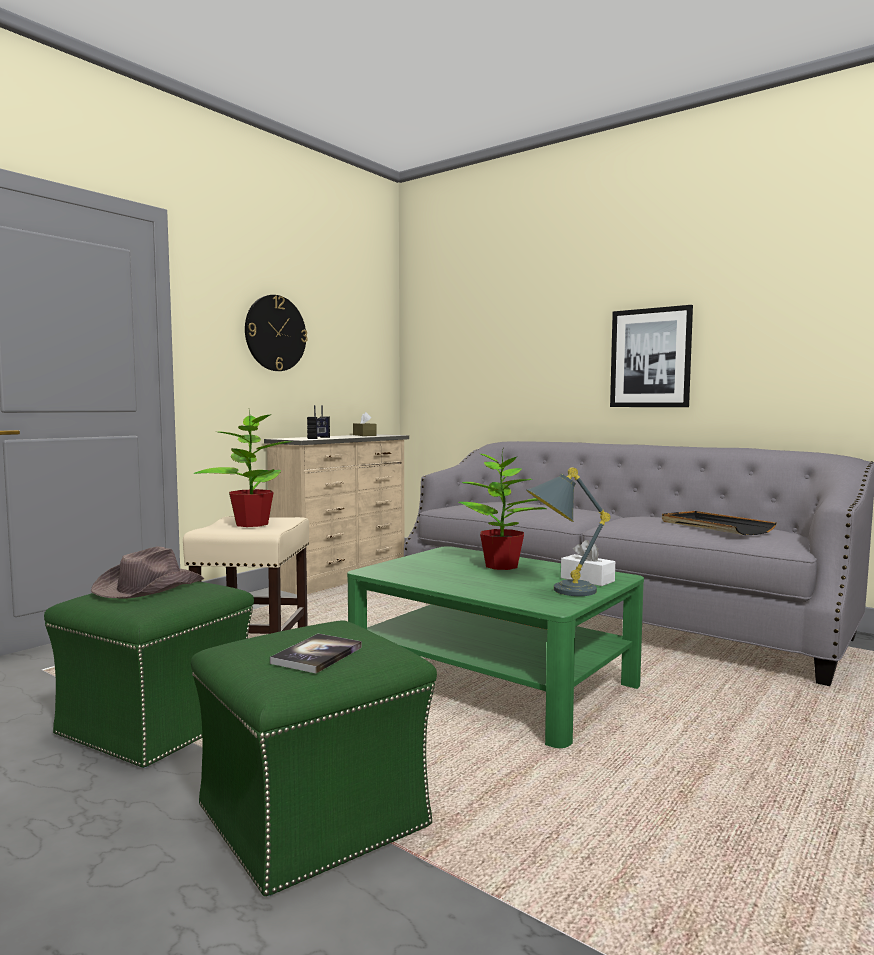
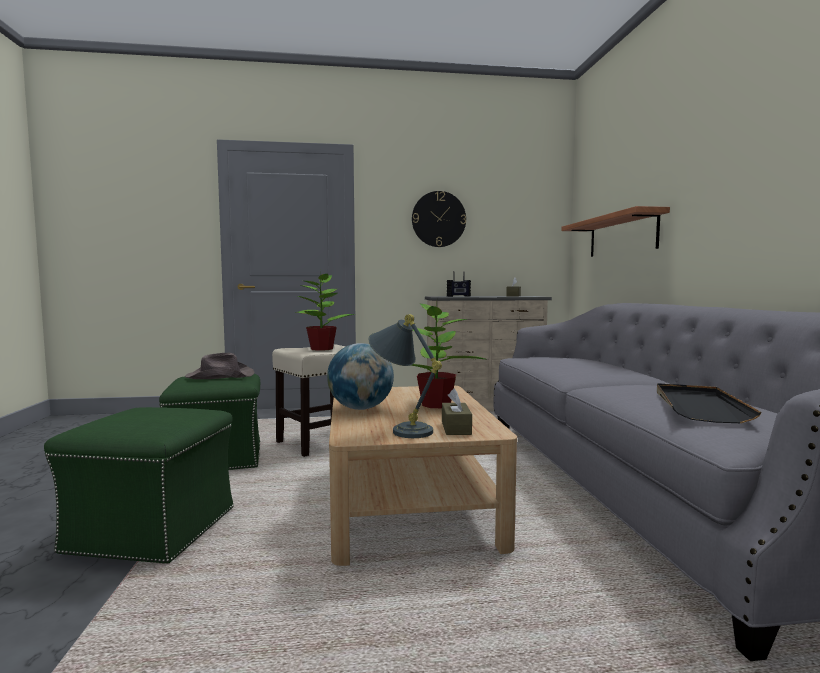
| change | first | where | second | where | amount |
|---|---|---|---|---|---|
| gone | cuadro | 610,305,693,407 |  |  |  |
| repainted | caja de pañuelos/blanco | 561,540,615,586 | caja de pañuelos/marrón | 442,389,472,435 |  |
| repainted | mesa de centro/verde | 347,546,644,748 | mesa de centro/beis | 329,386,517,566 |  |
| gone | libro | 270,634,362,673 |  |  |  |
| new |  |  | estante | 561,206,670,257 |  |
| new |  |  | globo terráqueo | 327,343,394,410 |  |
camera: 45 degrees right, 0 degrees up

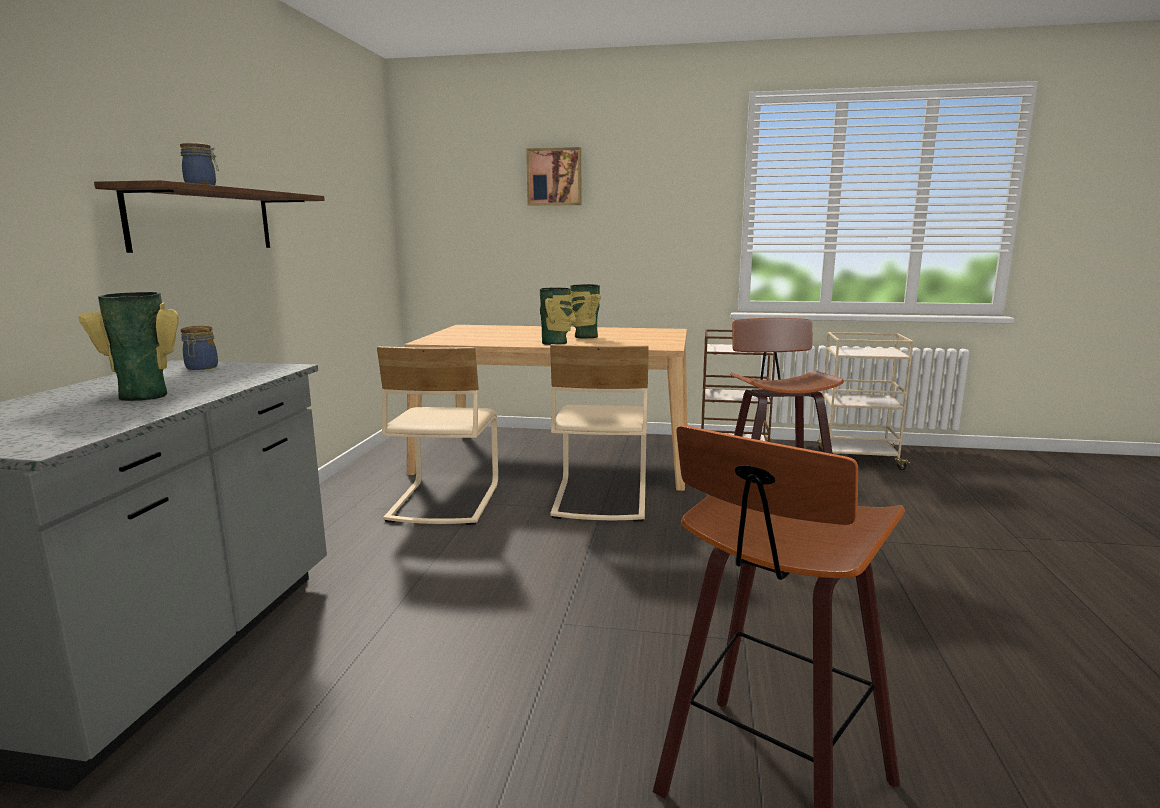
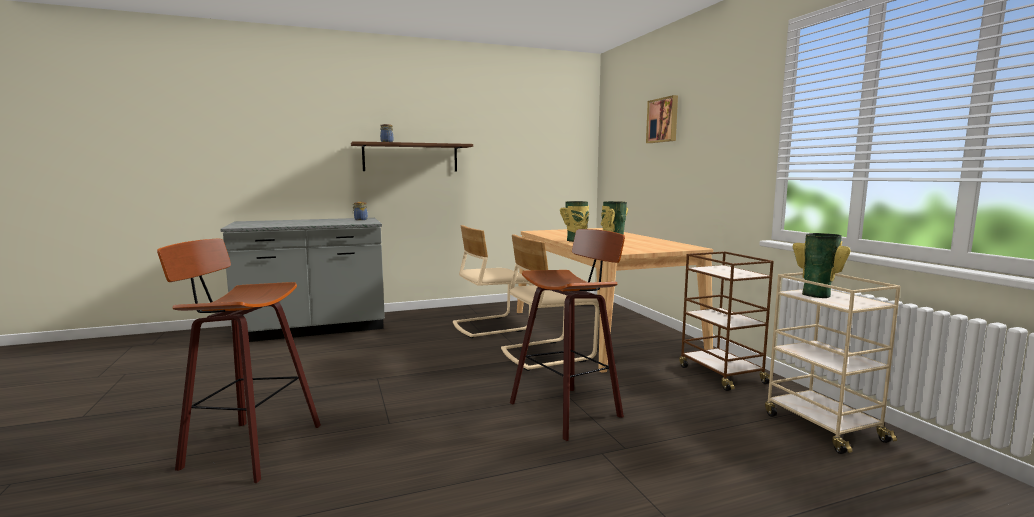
| change | first | where | second | where | amount |
|---|---|---|---|---|---|
| shifted | florero | 79,292,179,401 |  | 793,233,850,298 |  |
camera: 60 degrees right, 5 degrees down

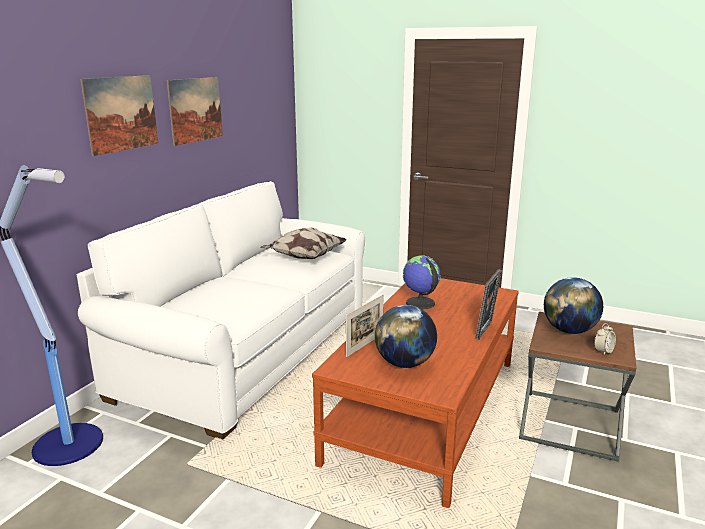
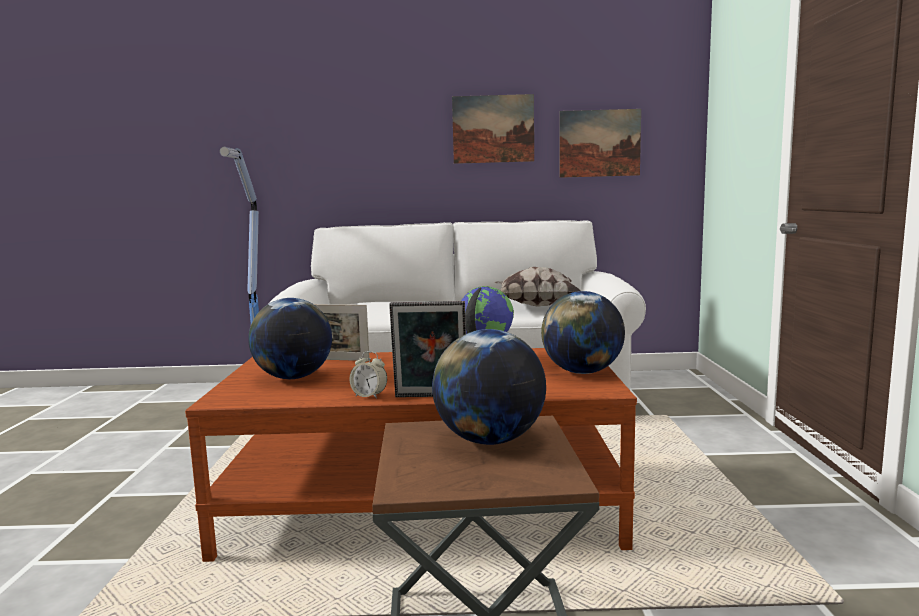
| change | first | where | second | where | amount |
|---|---|---|---|---|---|
| shifted | cuadro | 81,75,158,156 |  | 559,109,641,178 |  |
| shifted | despertador | 594,323,616,355 |  | 349,351,387,399 |  |
| new |  |  | globo terráqueo | 541,291,625,374 |  |
camera: 65 degrees right, 10 degrees down

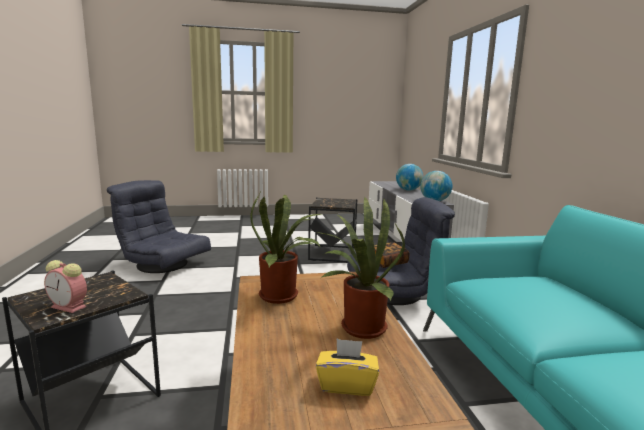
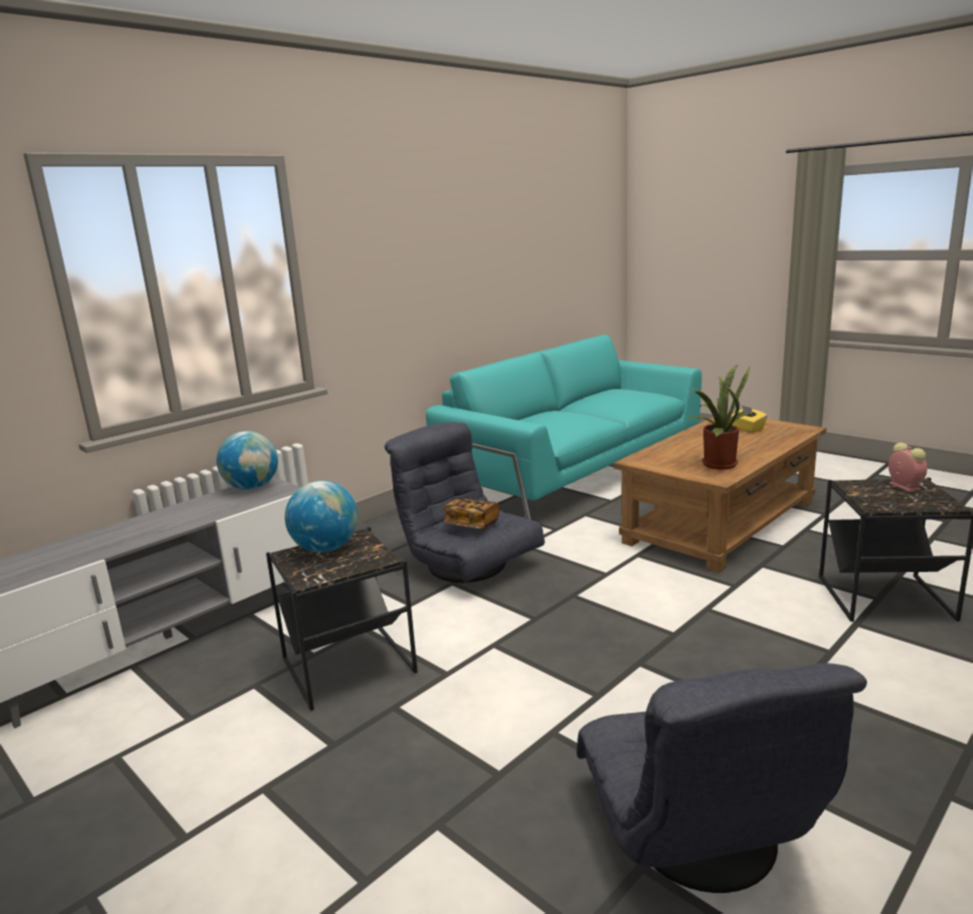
| change | first | where | second | where | amount |
|---|---|---|---|---|---|
| shifted | globo terráqueo | 396,164,423,191 |  | 285,481,358,552 |  |
| gone | planta en maceta | 315,197,405,339 |  |  |  |
camera: 125 degrees left, 5 degrees up

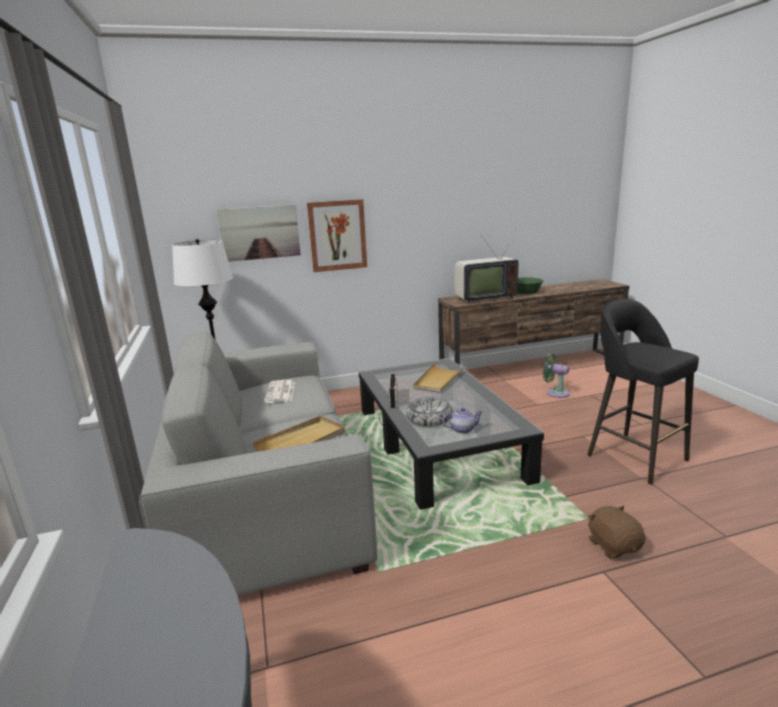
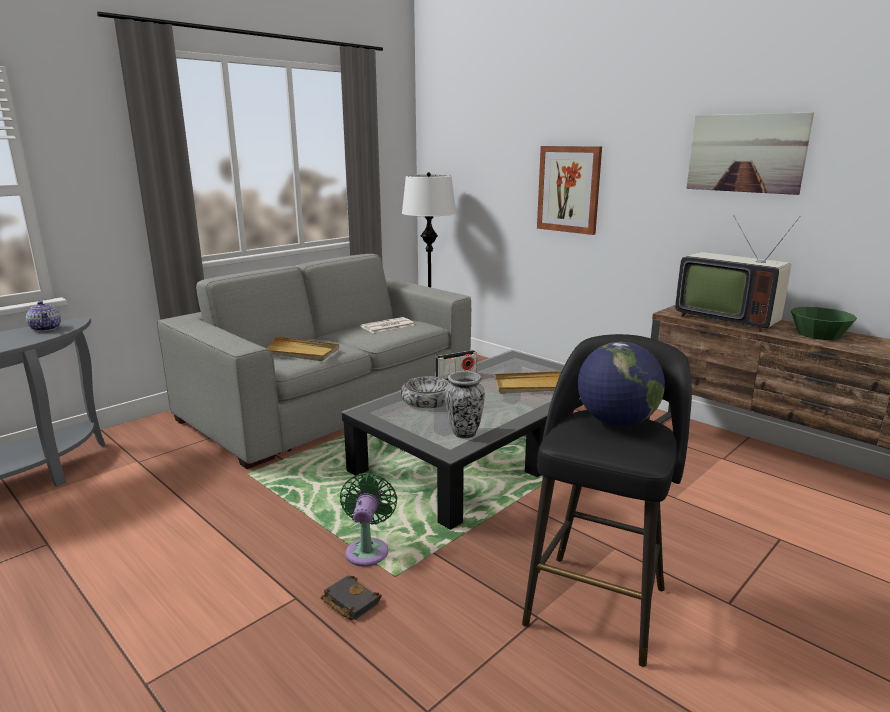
| change | first | where | second | where | amount |
|---|---|---|---|---|---|
| shifted | cuadro | 216,204,301,262 |  | 686,112,814,195 |  |
| shifted | ventilador/verde | 542,354,570,398 |  | 340,473,397,567 |  |
| shifted | tetera | 442,407,483,434 |  | 26,301,61,332 |  |
| swapped | peluche/marrón | 588,505,646,558 | libro/negro | 321,576,382,620 |  |
| new |  |  | globo terráqueo | 578,342,665,426 |  |
| new |  |  | florero | 445,371,485,439 |  |
camera: 60 degrees right, 0 degrees up

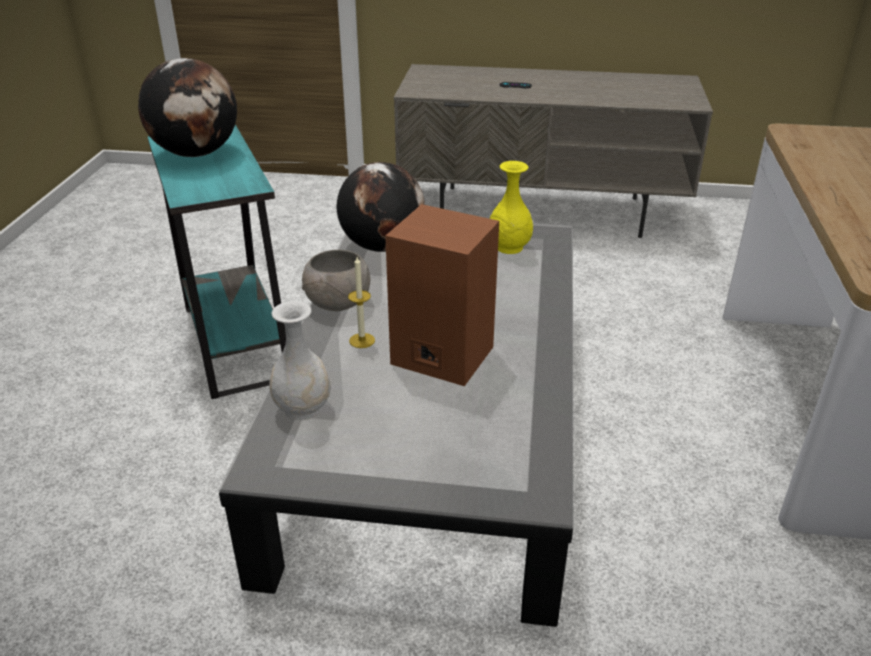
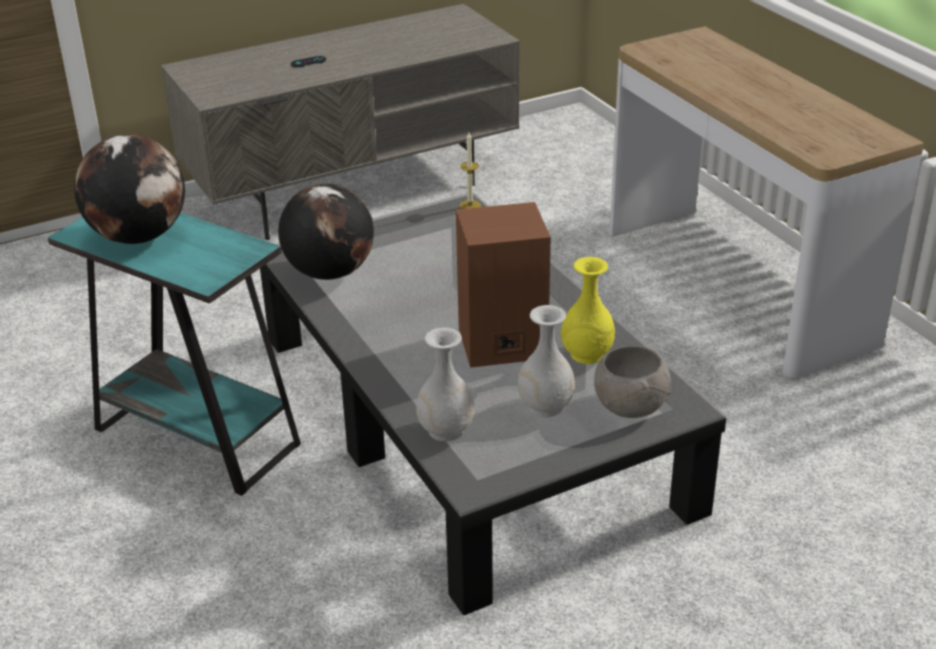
| change | first | where | second | where | amount |
|---|---|---|---|---|---|
| shifted | florero/amarillo | 489,161,533,254 |  | 561,257,615,364 |  |
| shifted | cuenco/gris | 302,250,370,311 |  | 594,346,671,418 |  |
| shifted | vela | 348,257,375,348 |  | 460,132,481,209 |  |
| new |  |  | florero/blanco | 518,305,575,417 |  |
camera: 35 degrees left, 0 degrees up

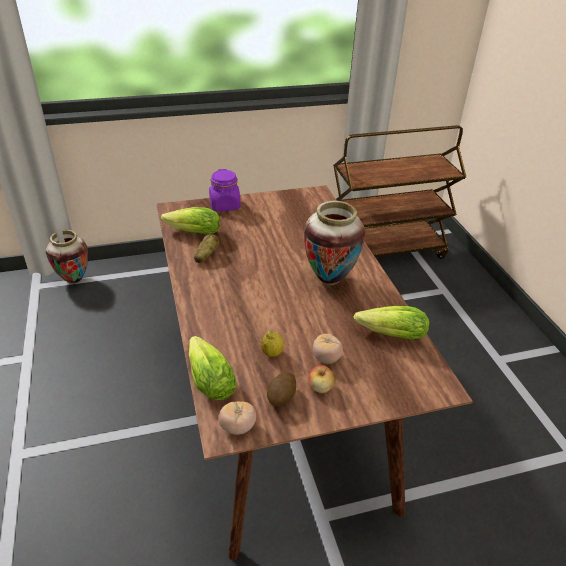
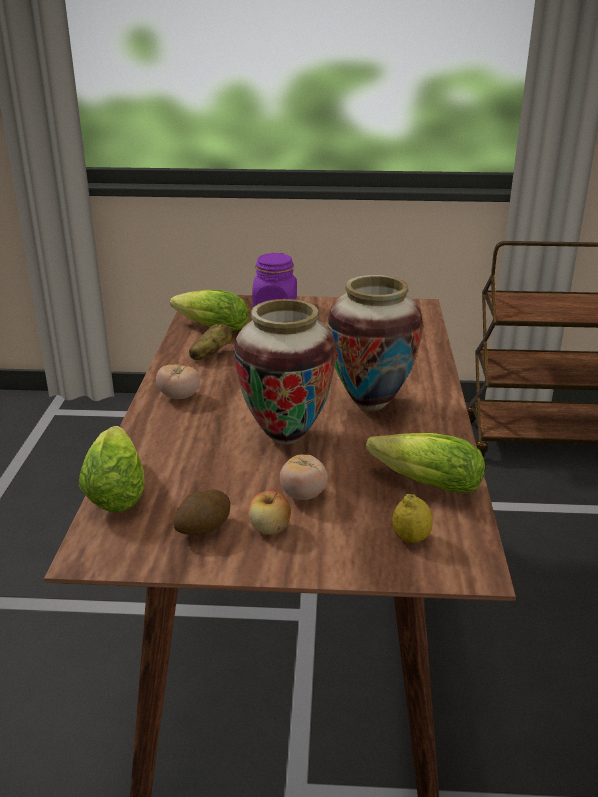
| change | first | where | second | where | amount |
|---|---|---|---|---|---|
| shifted | florero | 46,230,88,284 |  | 233,299,337,444 |  |
| shifted | limón | 261,331,284,357 |  | 392,494,433,543 |  |
| shifted | tomate | 218,401,256,435 |  | 156,364,200,399 |  |
camera: 20 degrees right, 10 degrees down

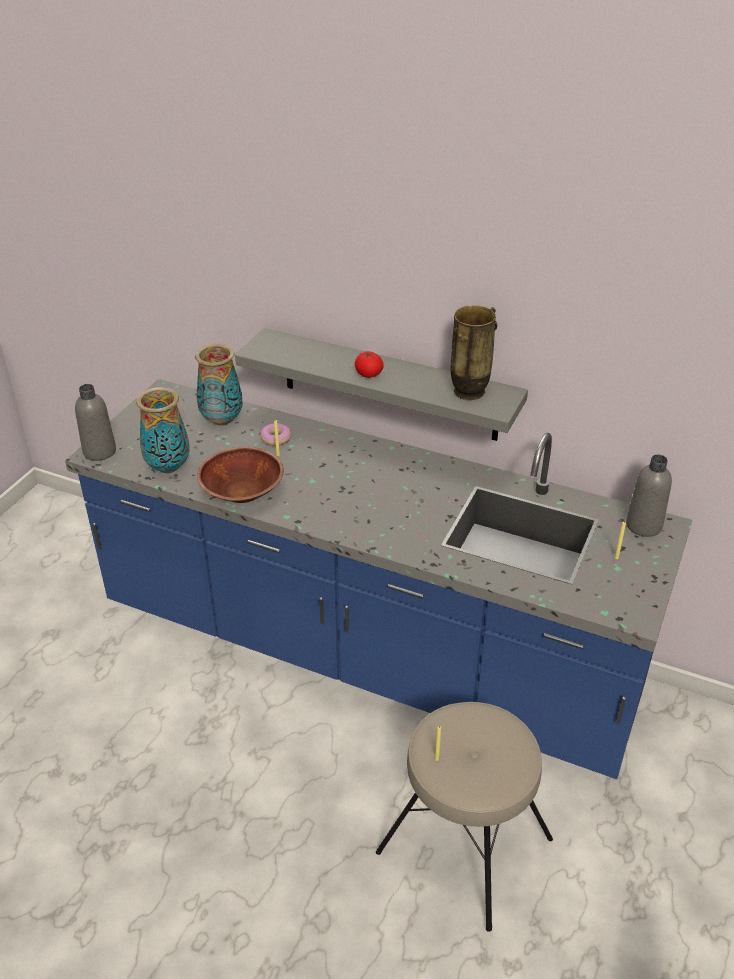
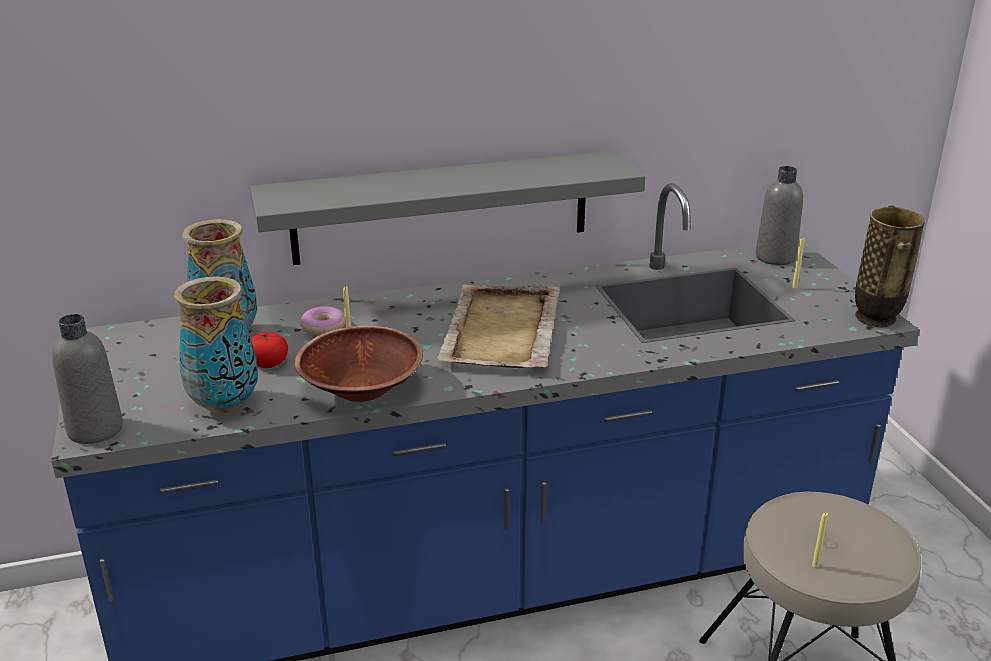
| change | first | where | second | where | amount |
|---|---|---|---|---|---|
| shifted | florero | 451,305,498,400 |  | 855,205,925,327 |  |
| shifted | tomate | 355,351,384,378 |  | 251,332,288,368 |  |
| new |  |  | bandeja/beis | 437,284,560,368 |  |
camera: 40 degrees left, 10 degrees down

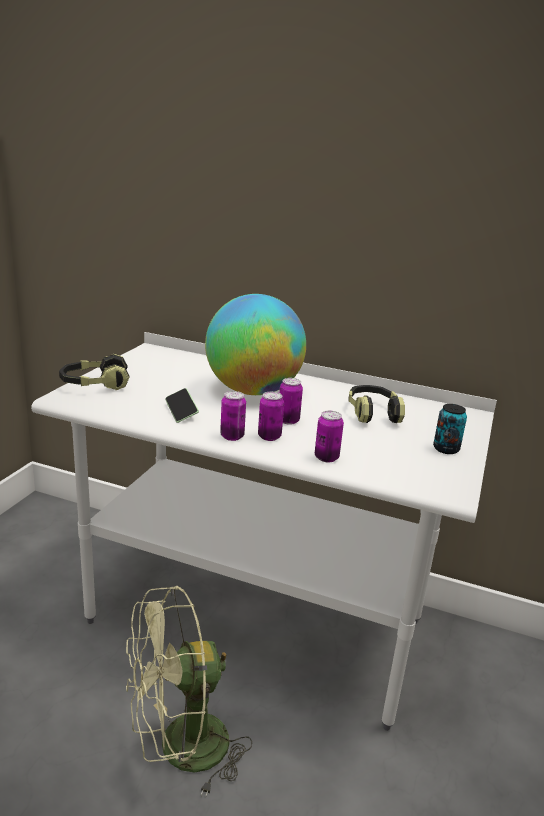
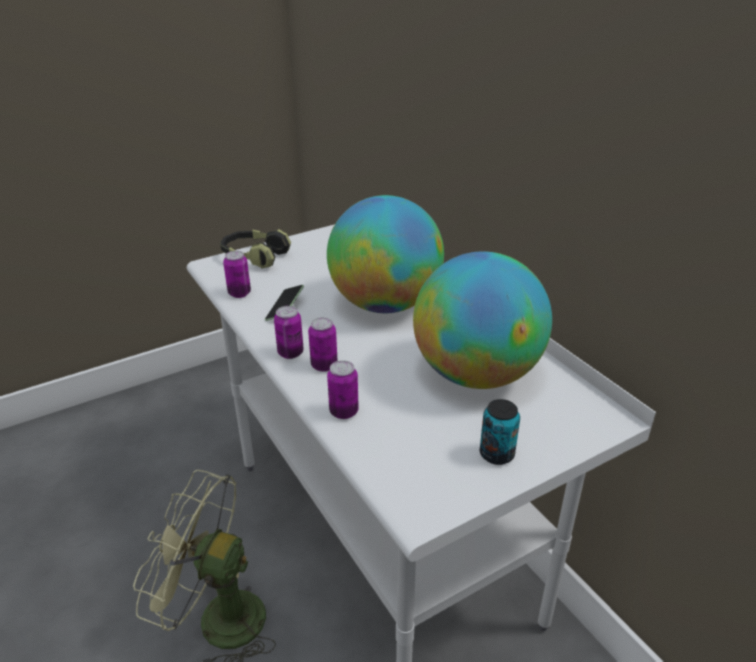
| change | first | where | second | where | amount |
|---|---|---|---|---|---|
| shifted | lata | 279,378,303,425 |  | 223,251,251,298 |  |
| swapped | auriculares | 348,385,405,423 | globo terráqueo | 413,251,552,389 |  |
camera: 40 degrees right, 10 degrees up

